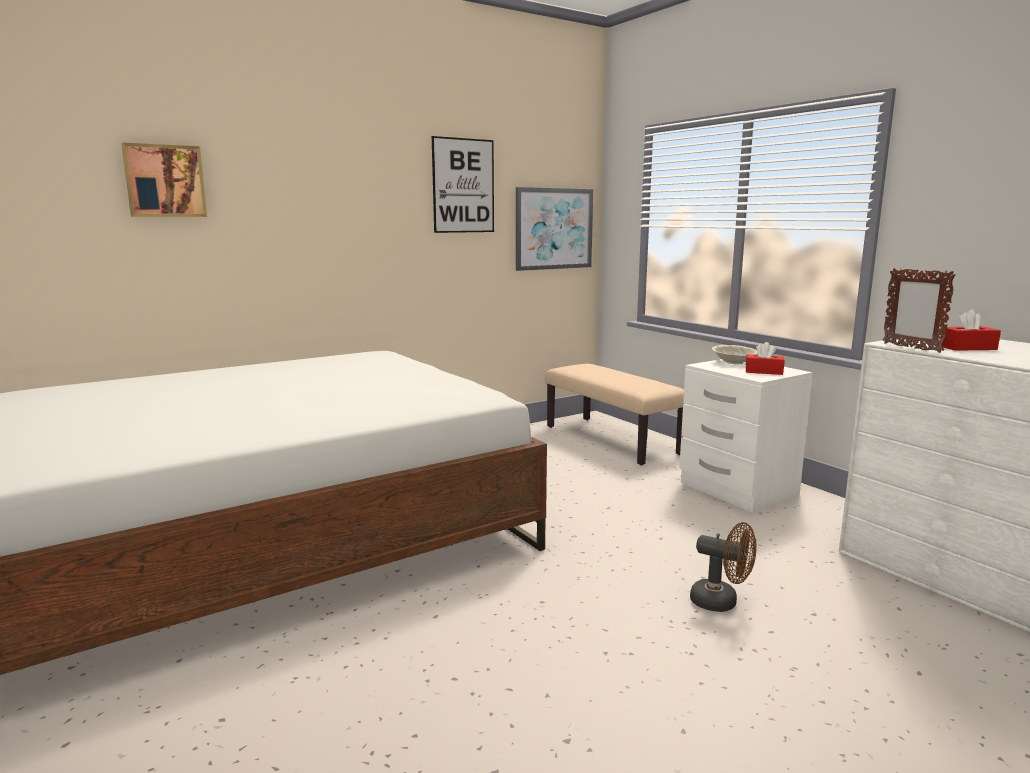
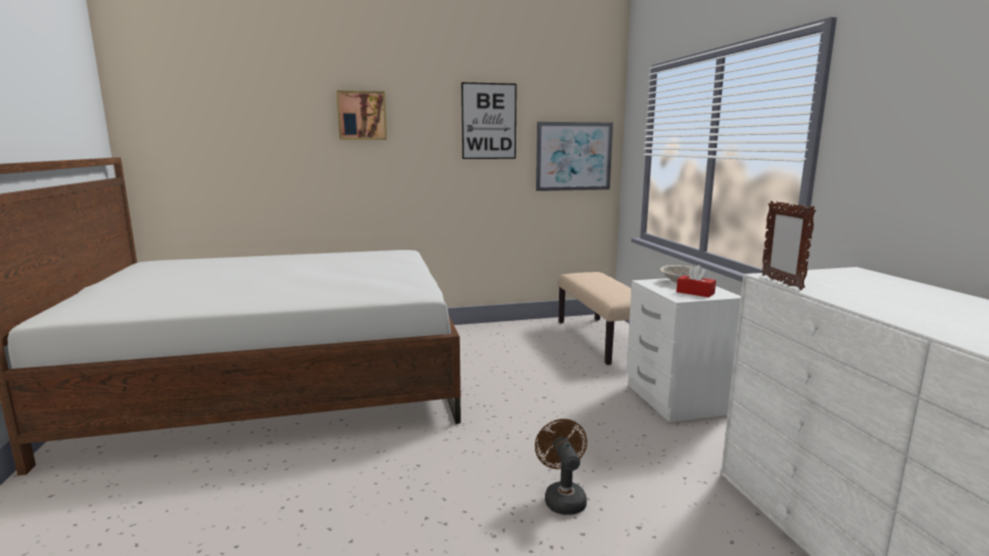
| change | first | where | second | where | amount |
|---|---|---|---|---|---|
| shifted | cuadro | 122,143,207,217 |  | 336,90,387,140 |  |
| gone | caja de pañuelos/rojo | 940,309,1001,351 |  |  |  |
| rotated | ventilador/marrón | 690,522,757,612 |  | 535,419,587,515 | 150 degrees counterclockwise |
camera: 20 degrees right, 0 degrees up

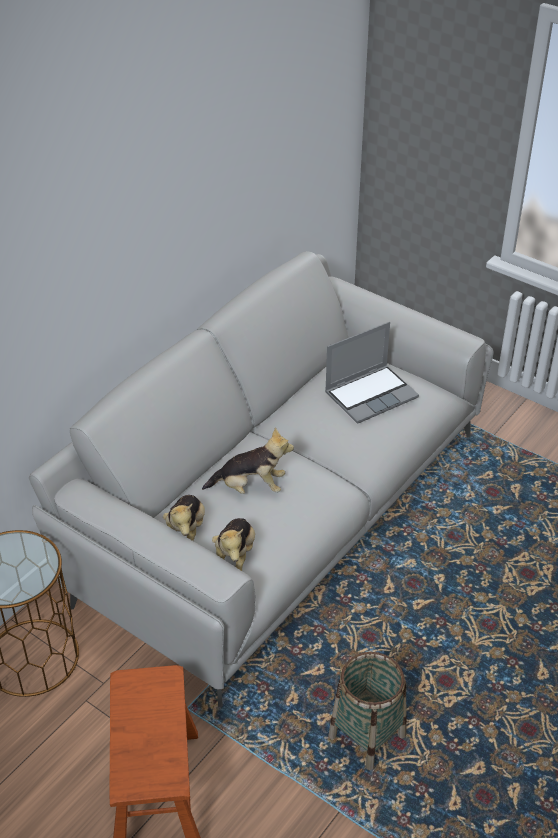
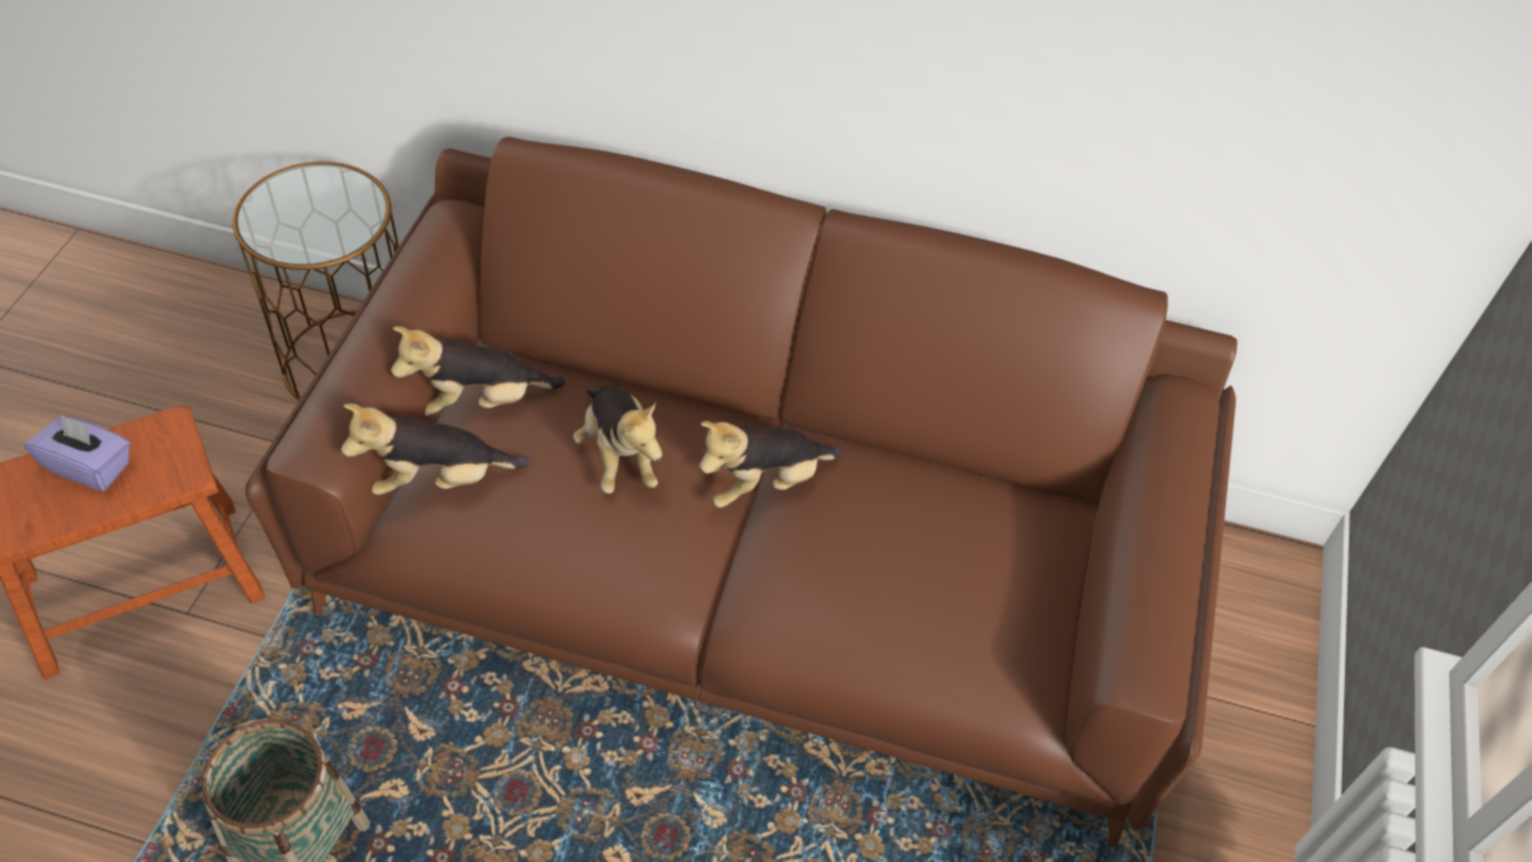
| change | first | where | second | where | amount |
|---|---|---|---|---|---|
| repainted | sofá/gris | 29,251,494,707 | sofá/marrón | 245,137,1237,847 |  |
| gone | portátil | 325,322,419,424 |  |  |  |
| new |  |  | caja de pañuelos/morado | 25,414,130,491 |  |
| new |  |  | peluche | 699,421,842,508 |  |
camera: 65 degrees right, 10 degrees up

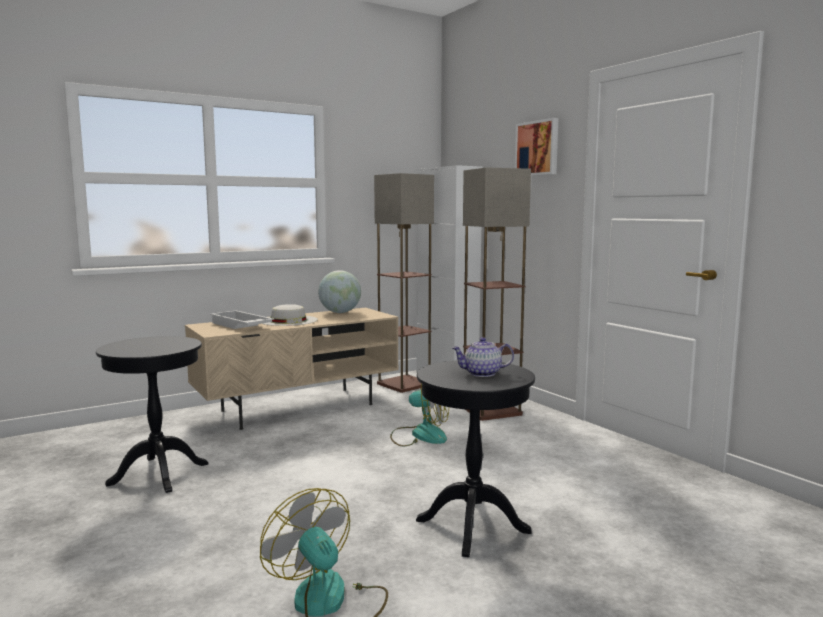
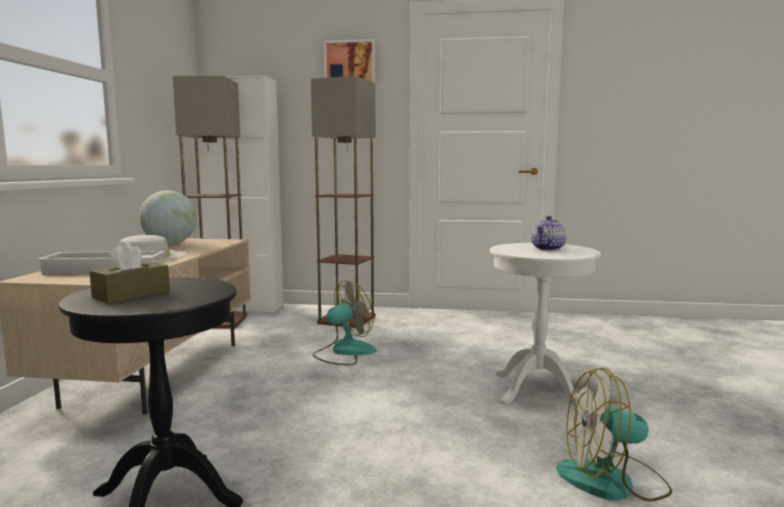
| change | first | where | second | where | amount |
|---|---|---|---|---|---|
| repainted | mesa auxiliar/negro | 416,360,535,557 | mesa auxiliar/blanco | 490,243,601,407 |  |
| new |  |  | caja de pañuelos/marrón | 89,241,170,304 |  |
camera: 50 degrees left, 0 degrees up

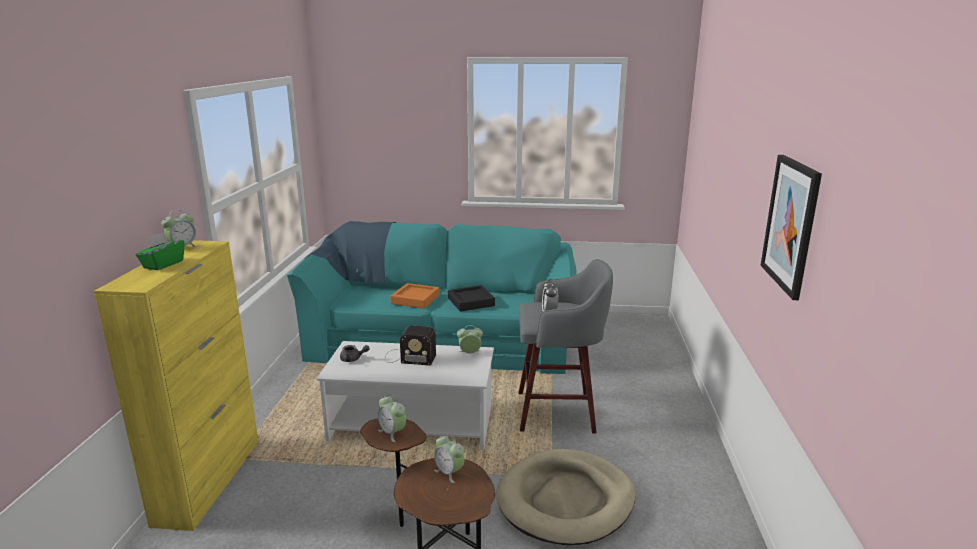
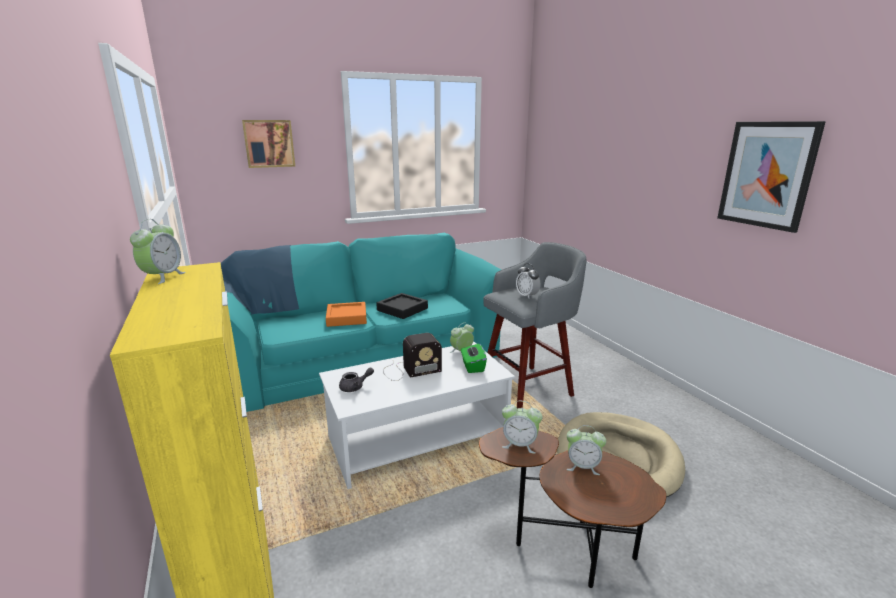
| change | first | where | second | where | amount |
|---|---|---|---|---|---|
| shifted | caja de pañuelos/verde | 136,233,185,270 |  | 461,341,487,373 |  |
| new |  |  | cuadro | 242,120,295,168 |  |
camera: 30 degrees left, 0 degrees up

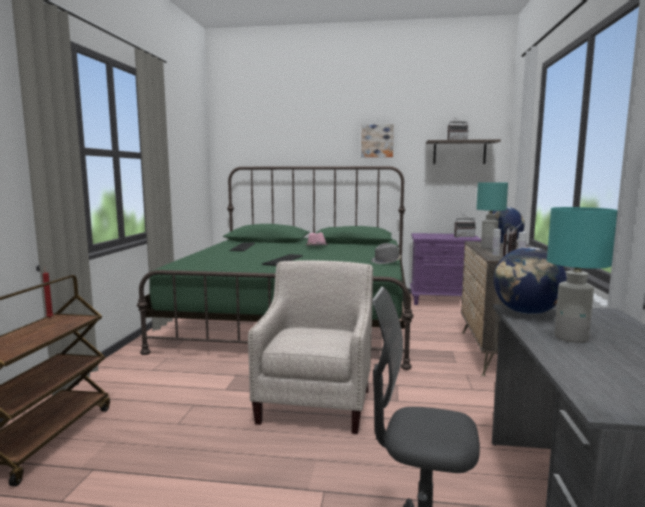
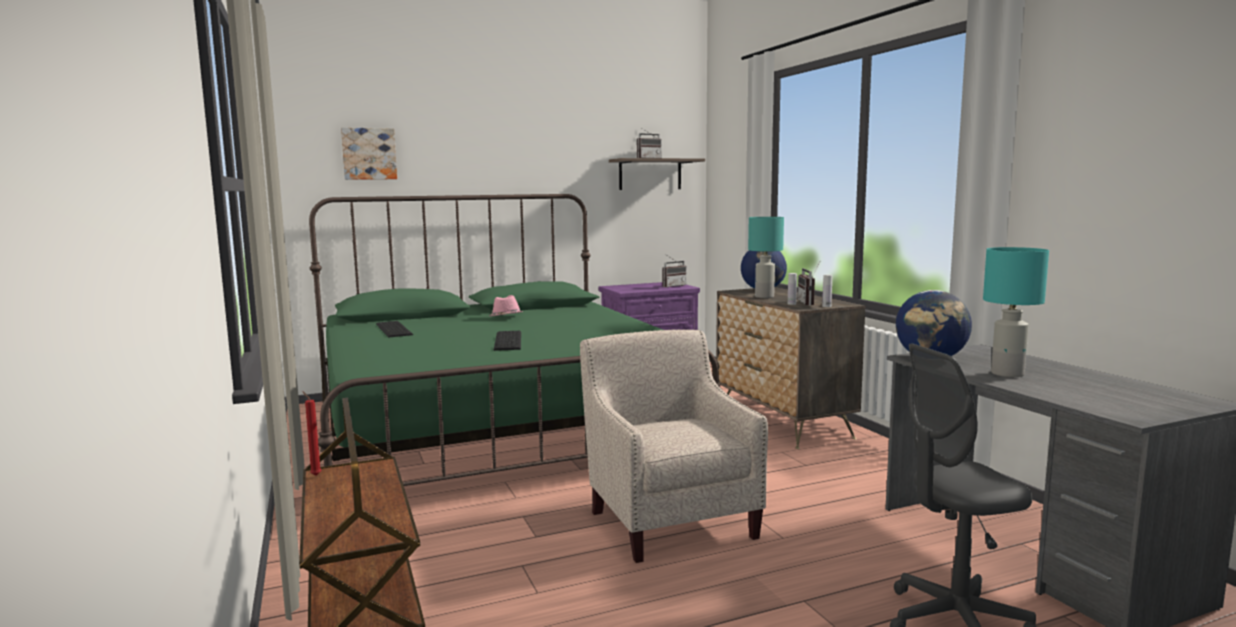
| change | first | where | second | where | amount |
|---|---|---|---|---|---|
| shifted | cuadro | 361,124,394,157 |  | 341,127,397,180 |  |
| gone | sombrero/gris | 371,243,401,264 |  |  |  |
camera: 30 degrees left, 0 degrees up

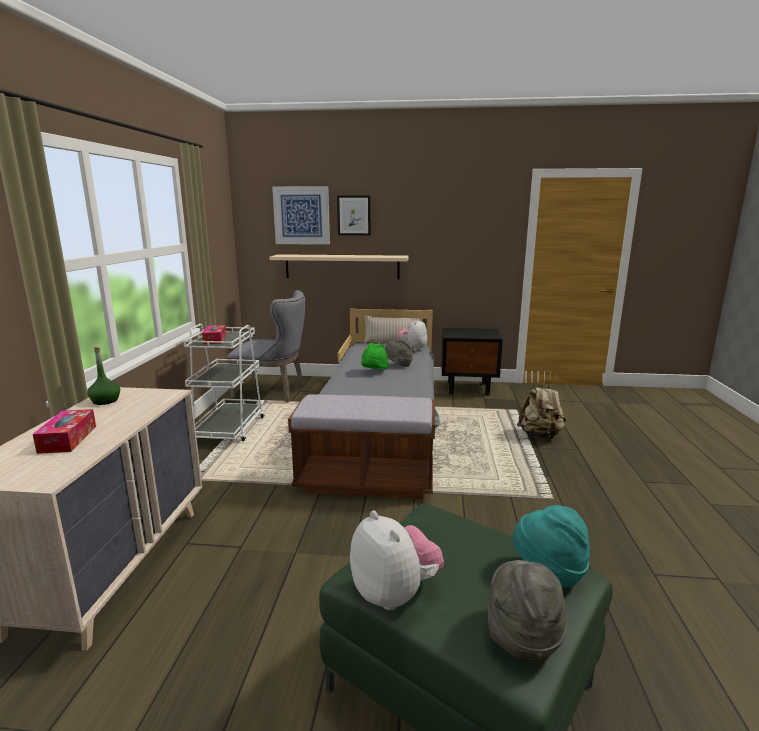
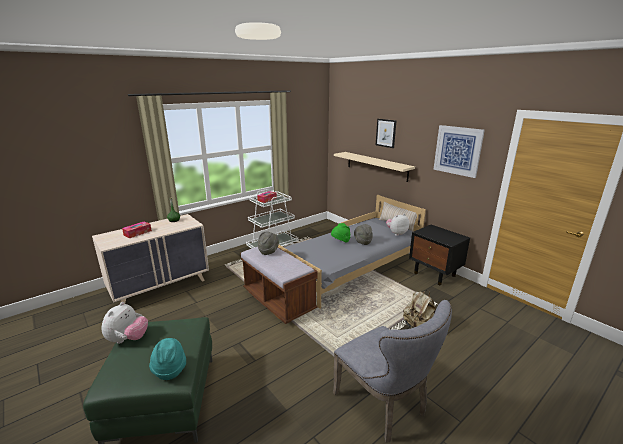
| change | first | where | second | where | amount |
|---|---|---|---|---|---|
| shifted | cuadro | 272,186,330,245 |  | 433,125,485,178 |  |
| shifted | silla/gris | 226,290,305,403 |  | 333,300,452,443 |  |
| shifted | sombrero/gris | 488,560,568,663 |  | 258,232,279,255 |  |
camera: 45 degrees right, 5 degrees up

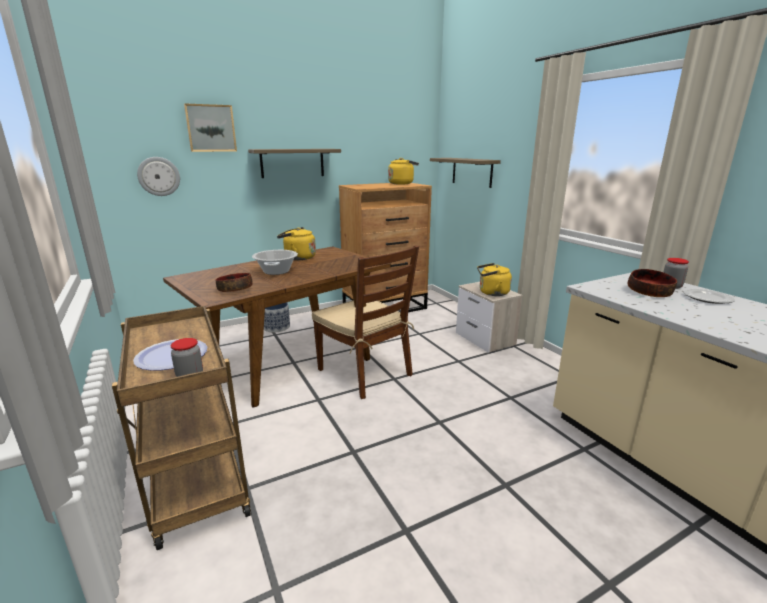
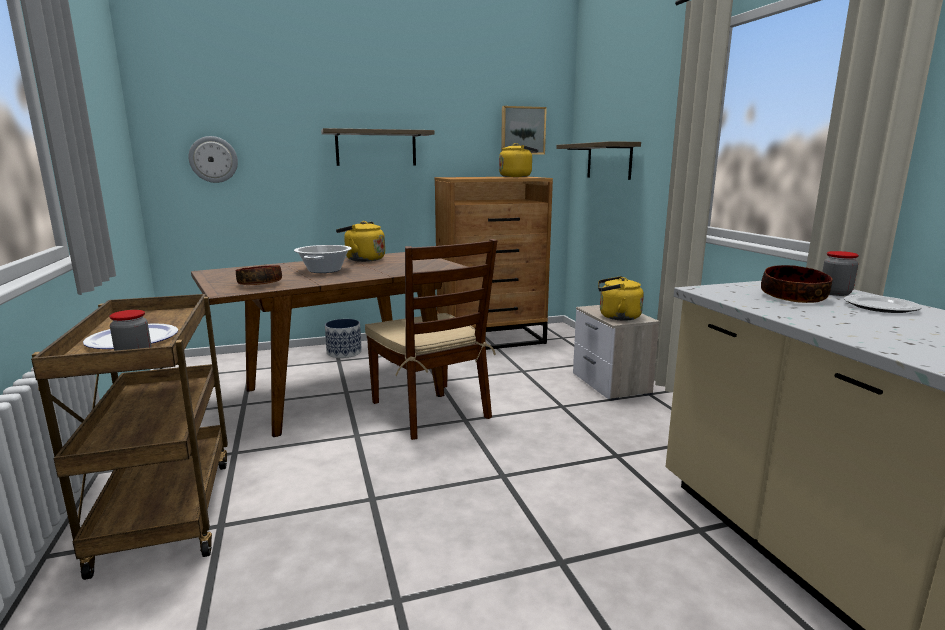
| change | first | where | second | where | amount |
|---|---|---|---|---|---|
| shifted | cuadro | 184,103,237,152 |  | 501,106,547,155 |  |
camera: 10 degrees right, 5 degrees down

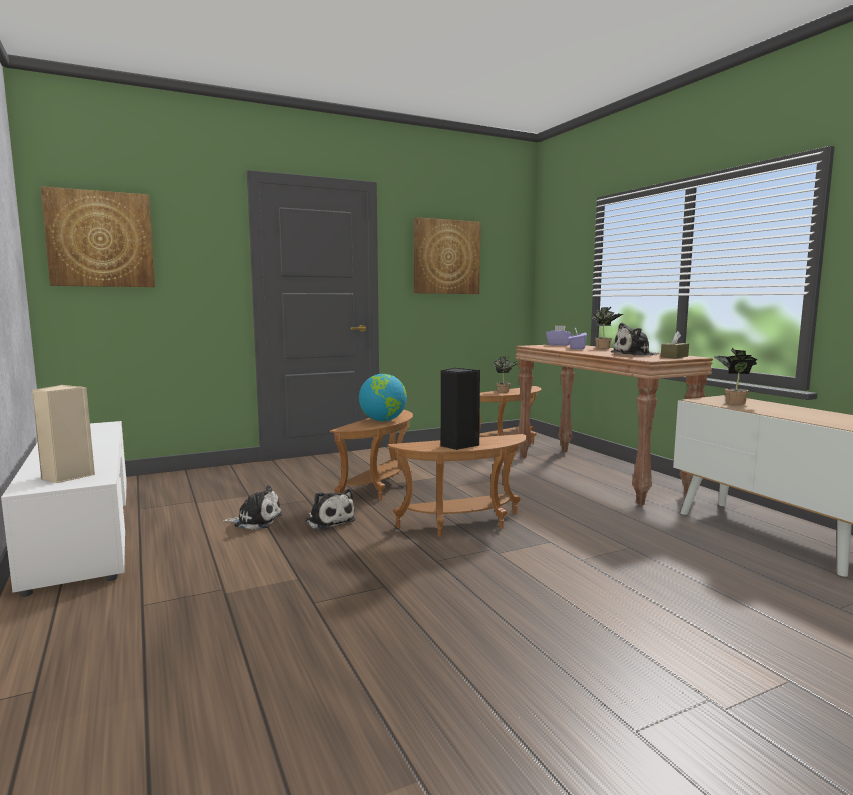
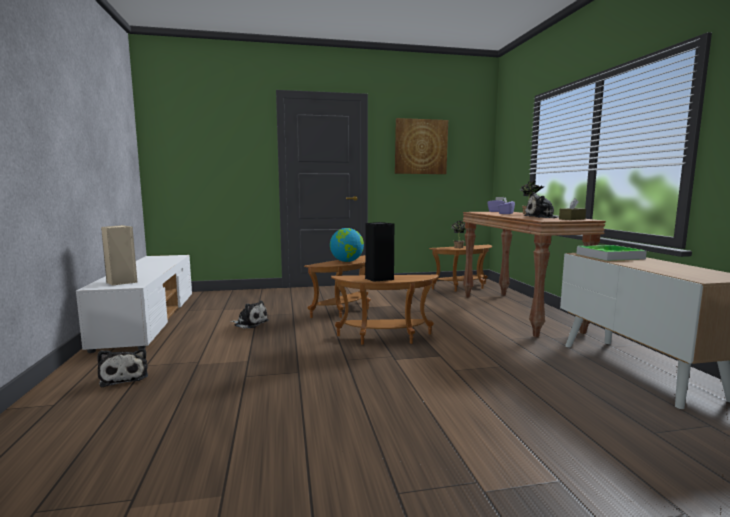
| change | first | where | second | where | amount |
|---|---|---|---|---|---|
| gone | cuadro | 41,186,155,287 |  |  |  |
| swapped | planta en maceta | 713,348,758,405 | bandeja | 576,245,647,261 |  |
| shifted | peluche | 306,489,356,530 |  | 97,348,148,387 |  |
camera: 15 degrees right, 0 degrees up

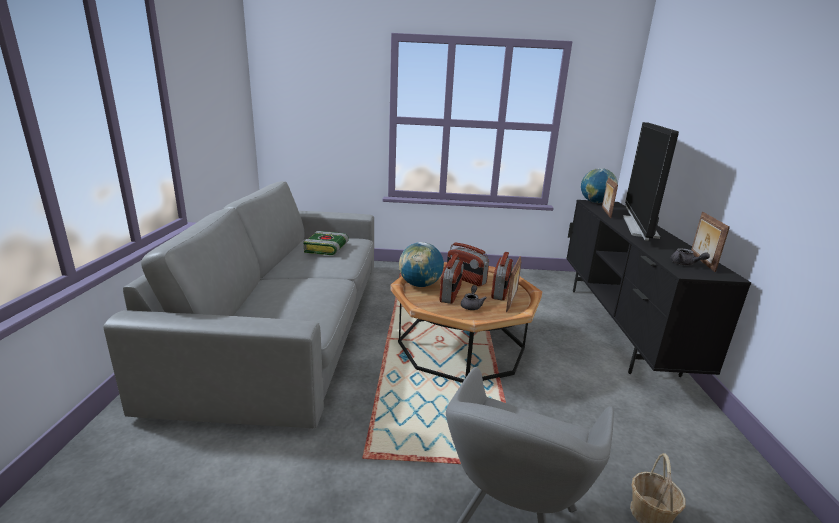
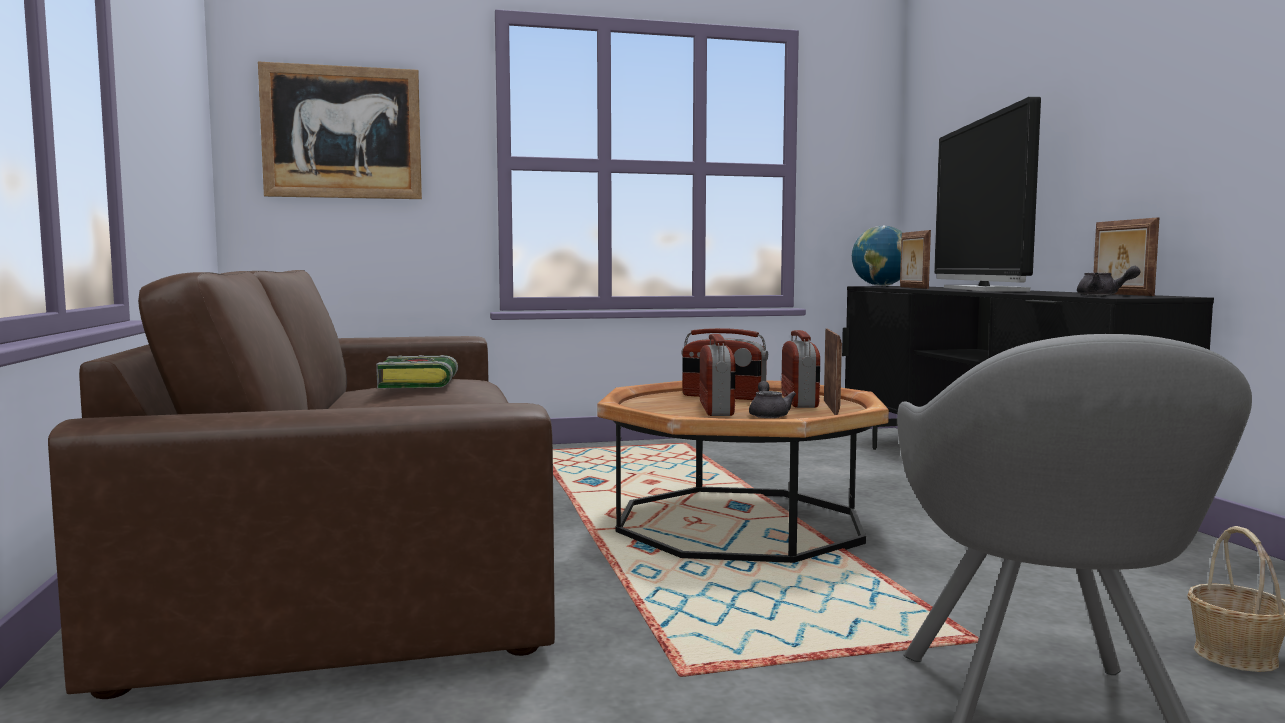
| change | first | where | second | where | amount |
|---|---|---|---|---|---|
| repainted | sofá/gris | 103,181,374,428 | sofá/marrón | 48,270,555,699 |  |
| gone | globo terráqueo | 399,242,444,287 |  |  |  |
| new |  |  | cuadro | 258,62,422,199 |  |
camera: 15 degrees left, 15 degrees down

